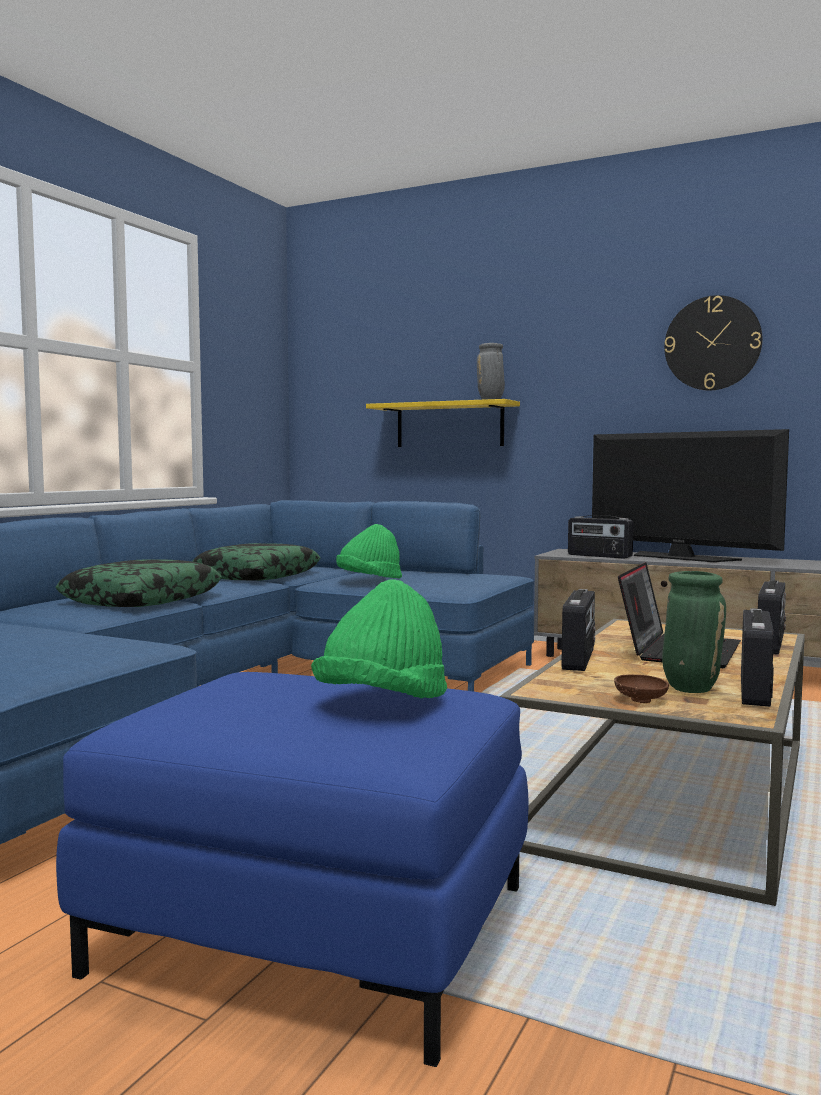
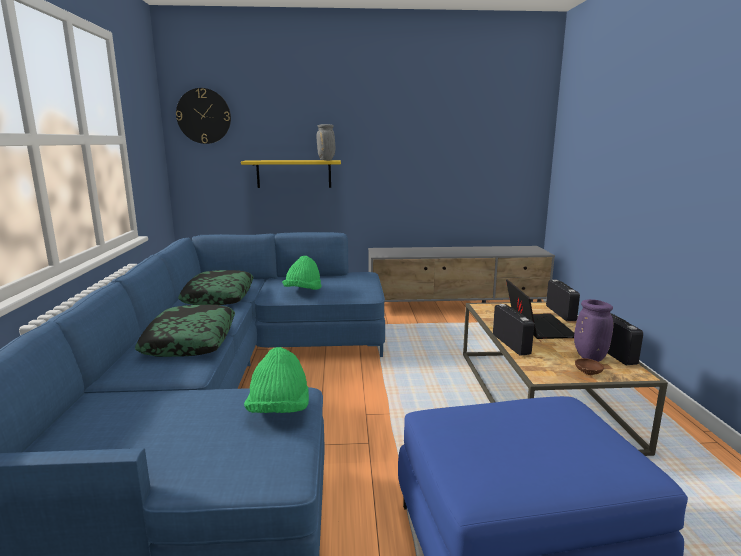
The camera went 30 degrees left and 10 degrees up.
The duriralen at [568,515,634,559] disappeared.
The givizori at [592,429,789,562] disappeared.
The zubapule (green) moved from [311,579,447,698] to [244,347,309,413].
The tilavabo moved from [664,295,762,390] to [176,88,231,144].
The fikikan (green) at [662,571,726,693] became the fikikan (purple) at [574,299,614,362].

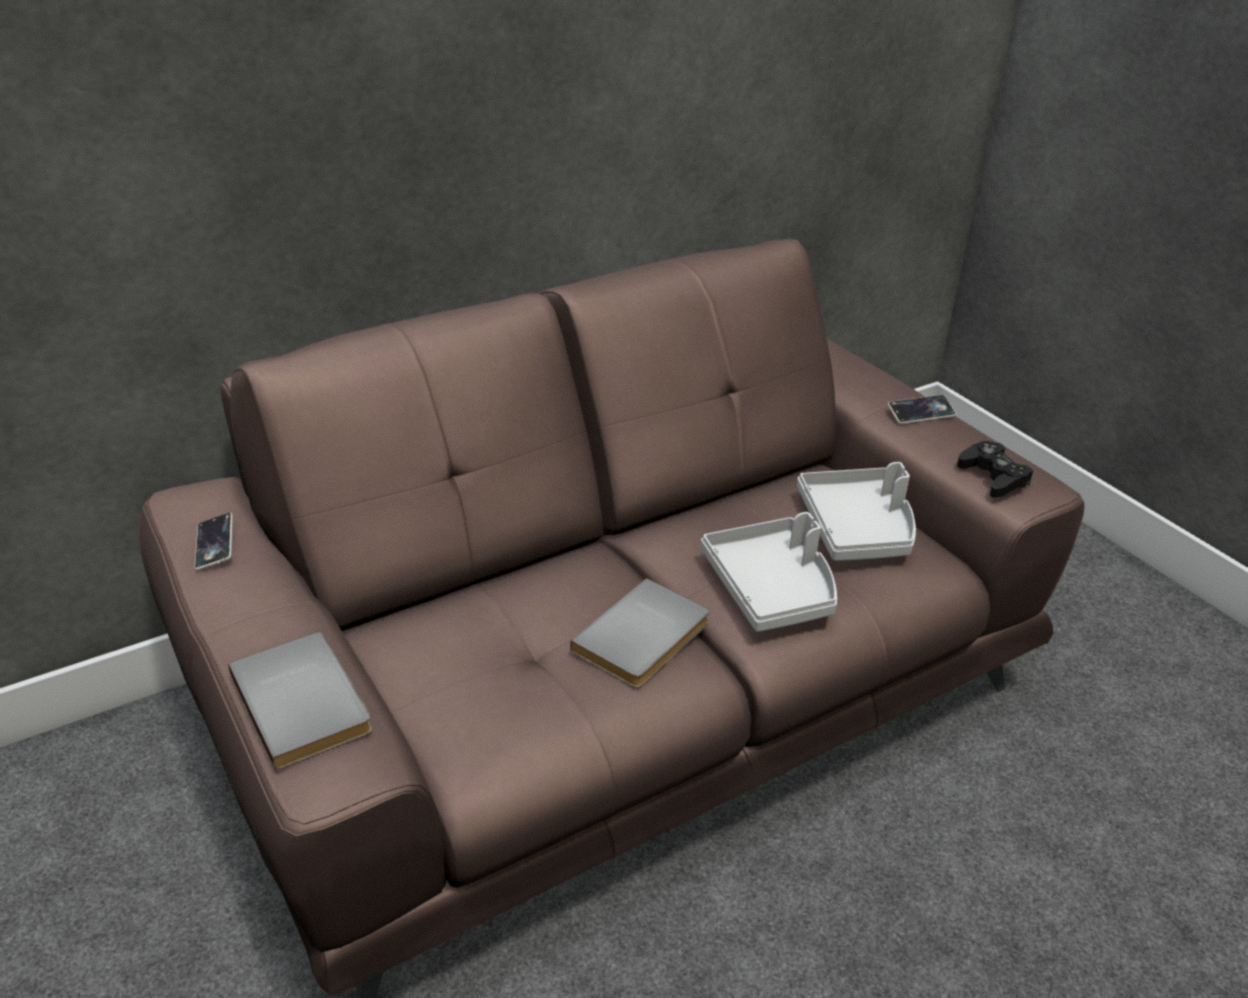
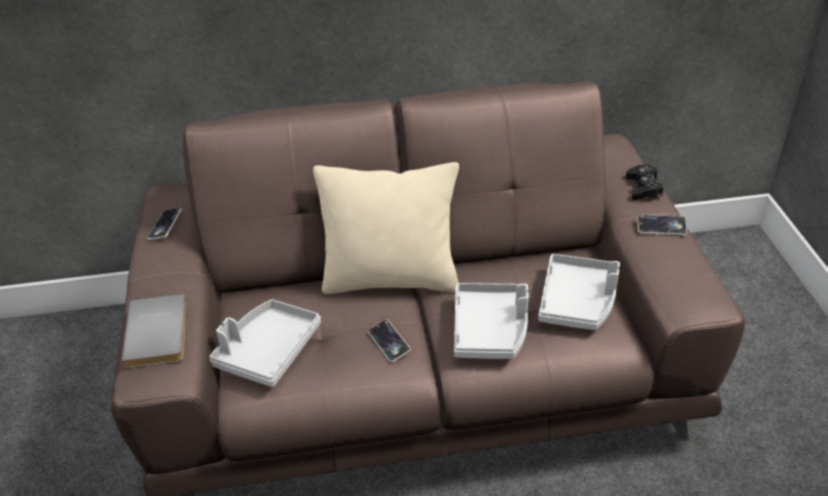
The camera went 25 degrees right and 5 degrees up.
The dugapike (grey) at [210,299,321,387] appeared.
The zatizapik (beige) at [313,162,459,294] appeared.
The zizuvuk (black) moved from [957,441,1033,498] to [626,164,664,200].
The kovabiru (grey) at [570,578,710,688] was replaced by the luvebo at [368,319,411,363].

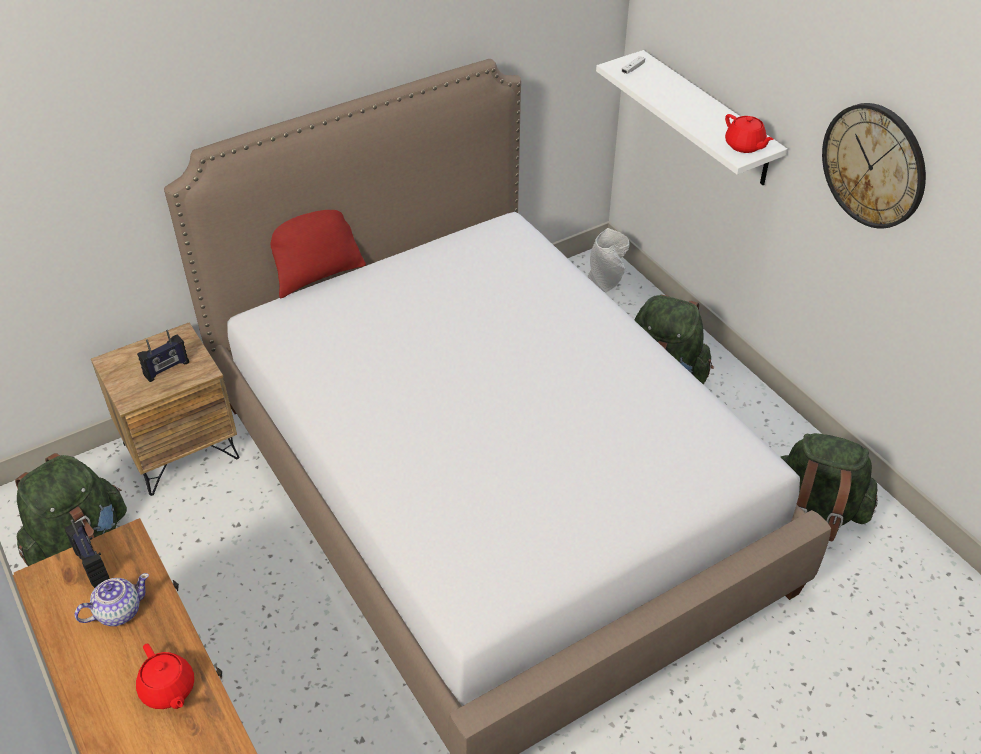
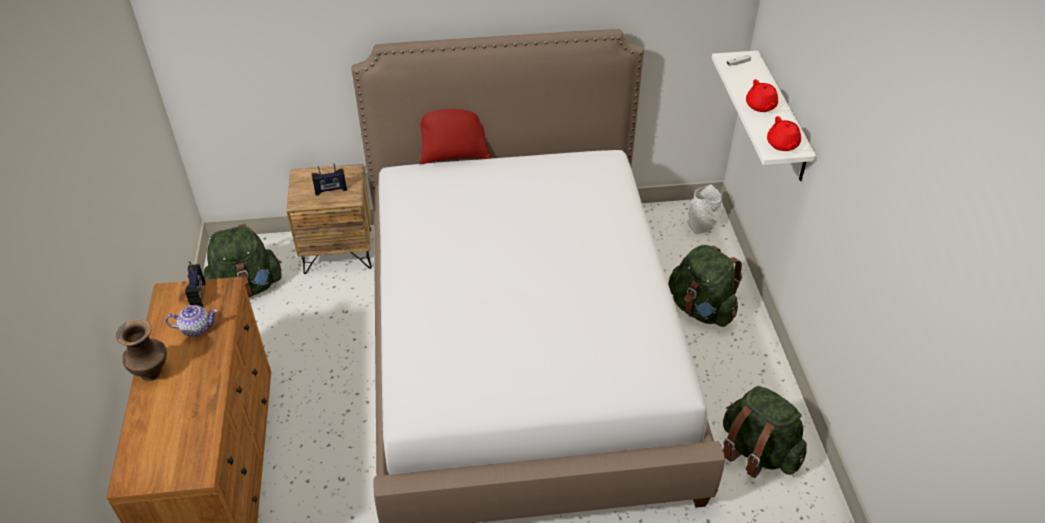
The camera went 25 degrees right and 0 degrees up.
The tilavabo at [822,103,926,228] disappeared.
The fikikan (brown) at [116,319,167,381] appeared.
The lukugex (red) moved from [136,643,194,709] to [746,79,778,112].

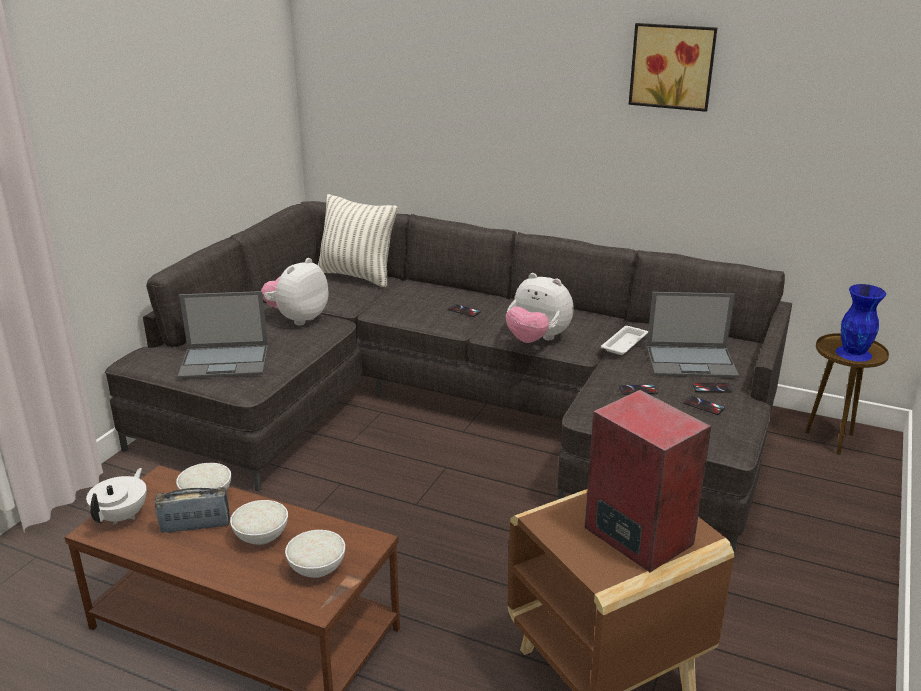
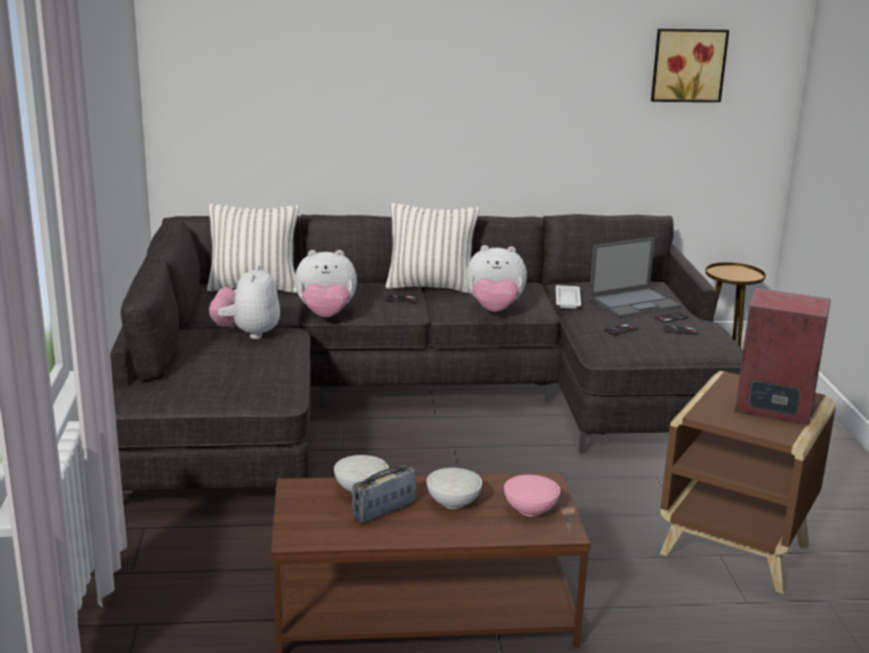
The camera went 30 degrees left and 5 degrees down.
The lukugex (white) at [86,468,147,525] disappeared.
The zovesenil at [178,291,268,379] disappeared.
The fikikan (blue) at [836,284,886,362] disappeared.
The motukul at [295,250,357,317] appeared.
The zatizapik at [386,203,479,294] appeared.
The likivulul moved from [629,23,717,112] to [651,29,729,102].
The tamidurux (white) at [285,530,345,578] became the tamidurux (pink) at [504,475,560,516].

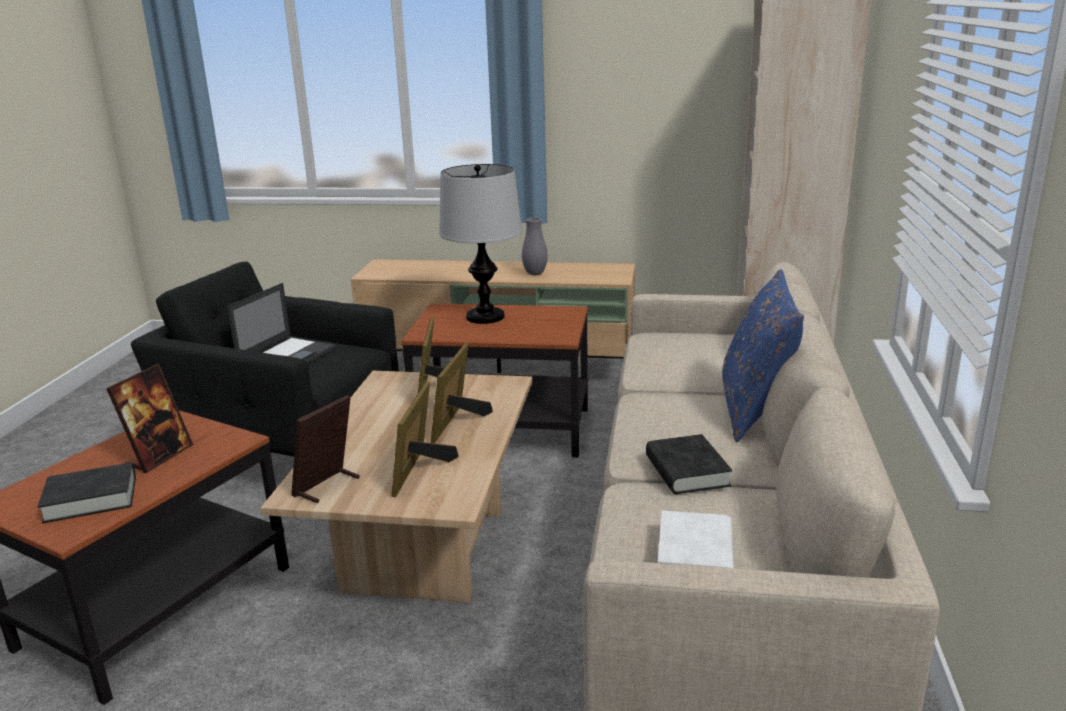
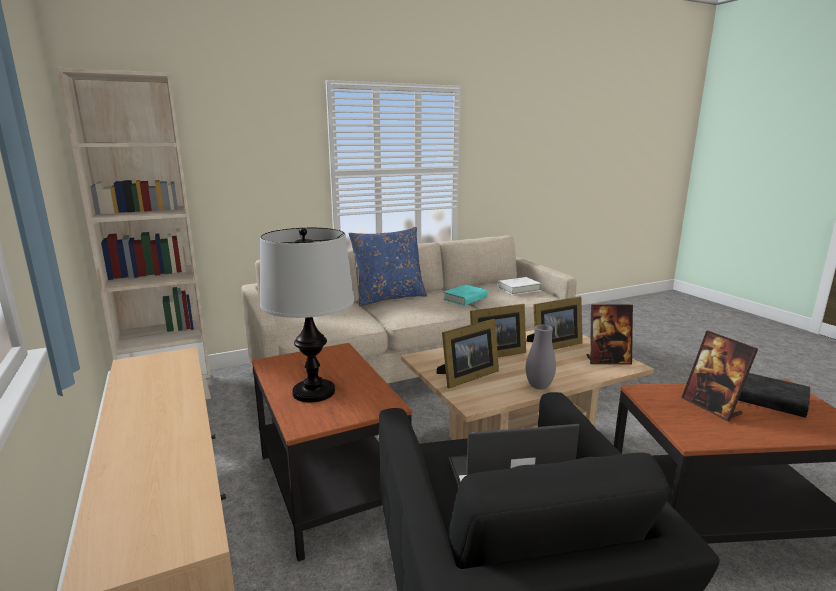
The camera went 125 degrees left and 5 degrees down.
The fikikan (grey) moved from [522,218,548,275] to [526,325,556,390].
The kovabiru (black) at [646,434,732,494] became the kovabiru (turquoise) at [443,285,488,306].
The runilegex at [106,364,193,473] turned 105 degrees counterclockwise.

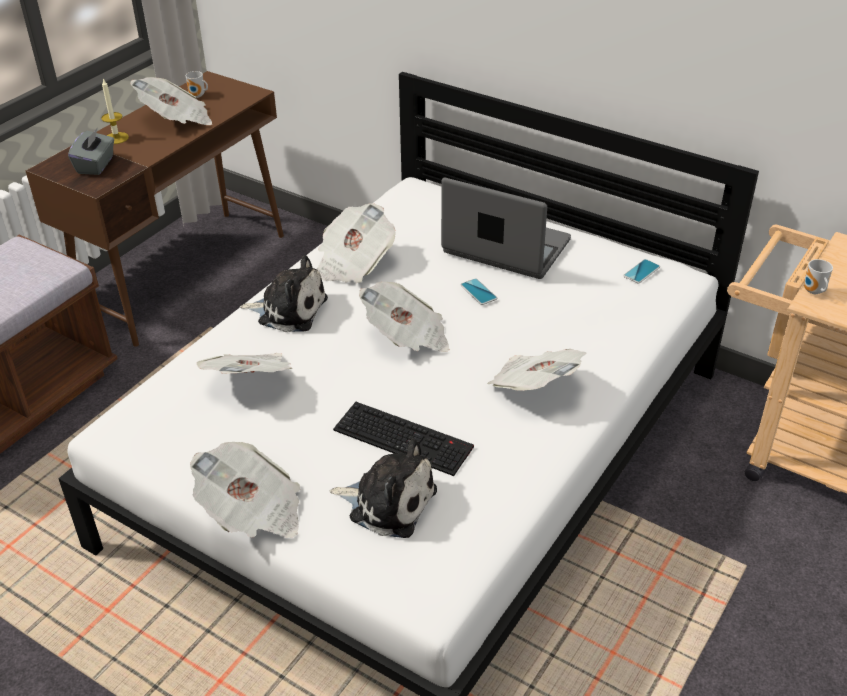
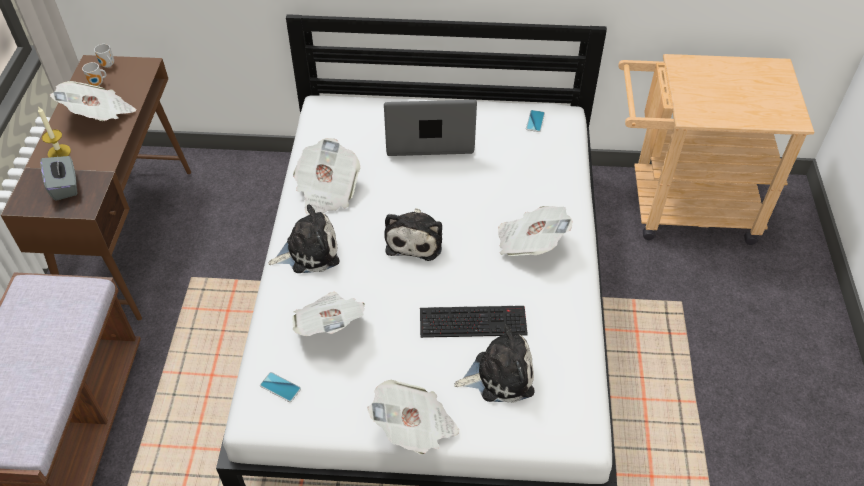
The camera went 30 degrees left and 10 degrees up.
The luvebo moved from [460,278,497,305] to [260,372,301,402].
The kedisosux moved from [804,259,833,294] to [94,44,114,68].
The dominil at [359,282,450,352] was replaced by the motukul at [384,208,442,261].

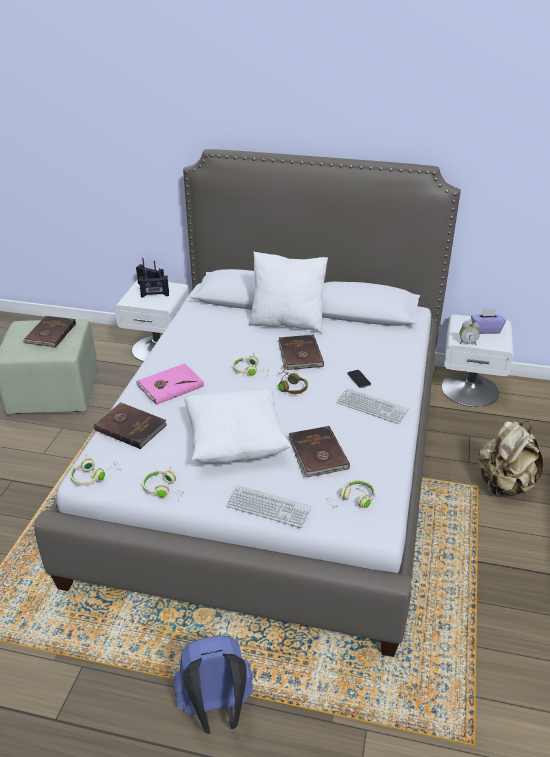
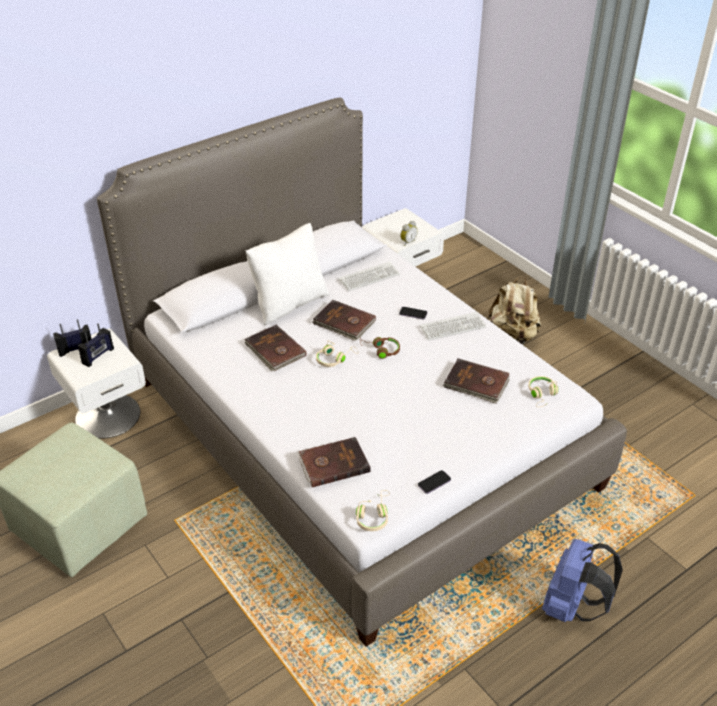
The camera went 50 degrees left and 5 degrees up.
The kovabiru (pink) at [136,363,204,405] disappeared.
The zatizapik (white) at [184,389,291,462] disappeared.
The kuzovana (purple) at [471,308,506,334] disappeared.
The kovabiru (brown) moved from [22,316,76,347] to [244,325,306,371].
The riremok moved from [226,485,312,528] to [338,262,400,291].
The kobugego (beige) at [142,467,183,501] was replaced by the luvebo at [418,470,451,494].

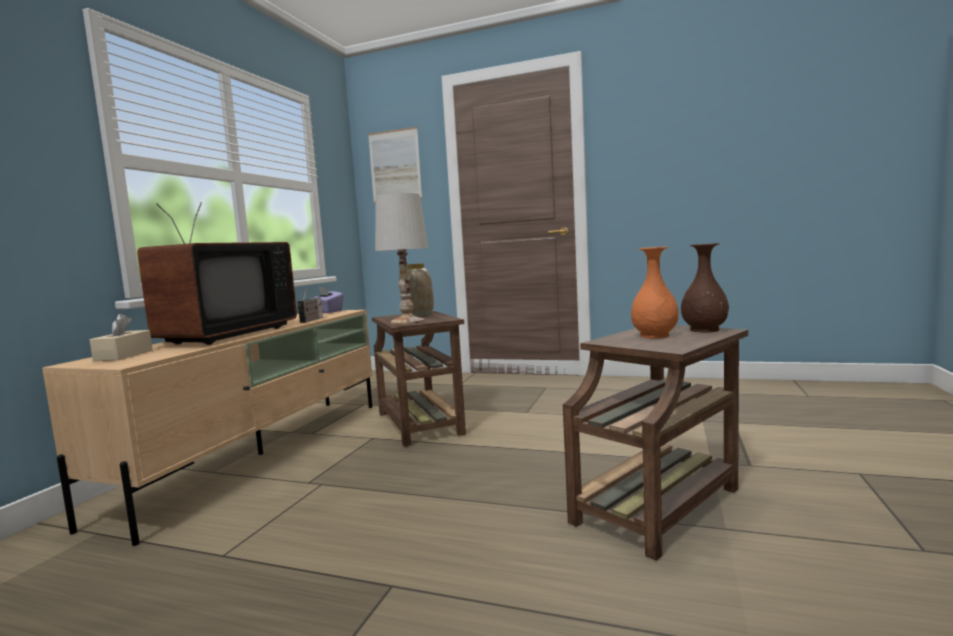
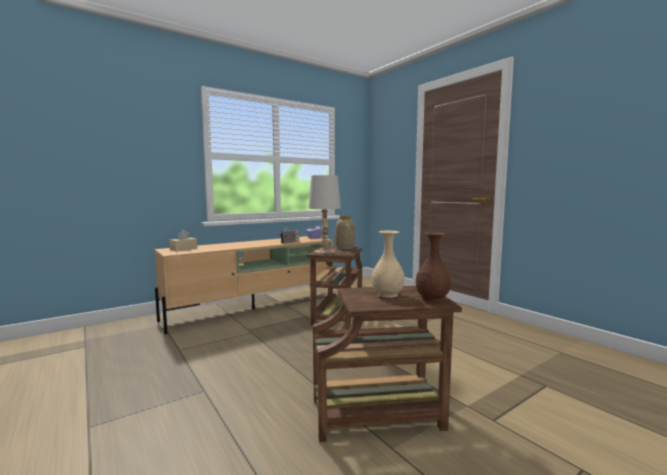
The camera went 35 degrees right and 0 degrees up.
The givizori at [137,202,297,345] disappeared.
The likivulul at [368,127,423,203] disappeared.
The fikikan (orange) at [631,247,679,339] became the fikikan (beige) at [372,231,405,298].

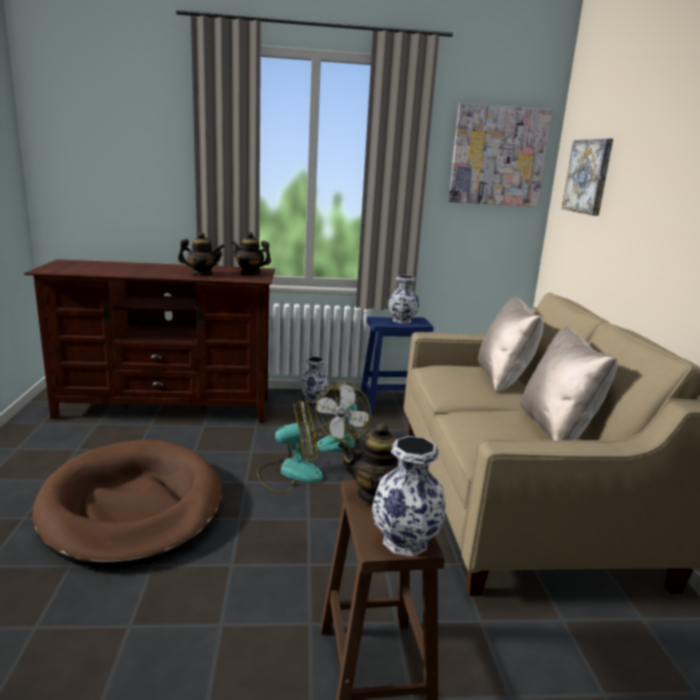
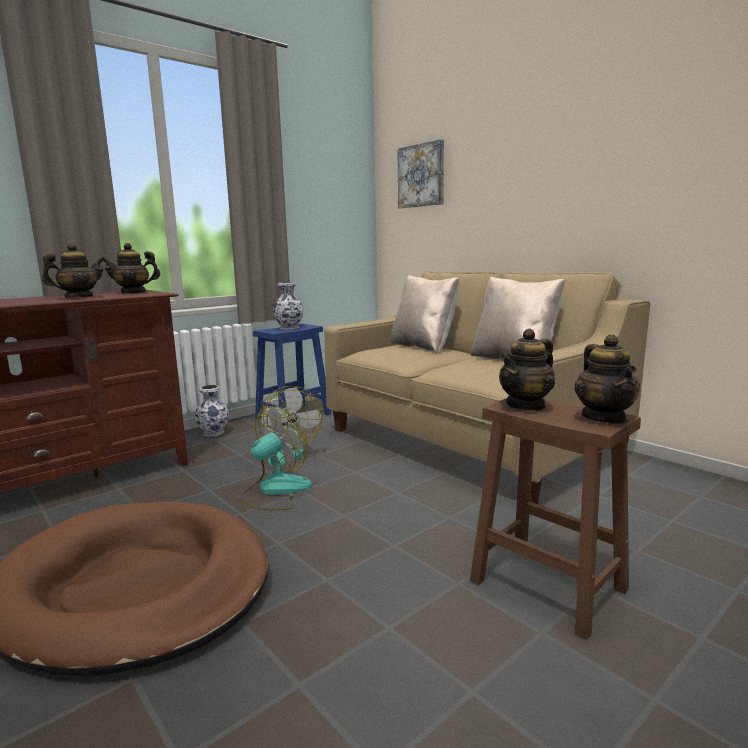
The camera went 35 degrees left and 5 degrees down.
The likivulul at [448,103,552,207] disappeared.
The fikikan at [372,436,445,557] was replaced by the lukugex at [574,334,640,424].

